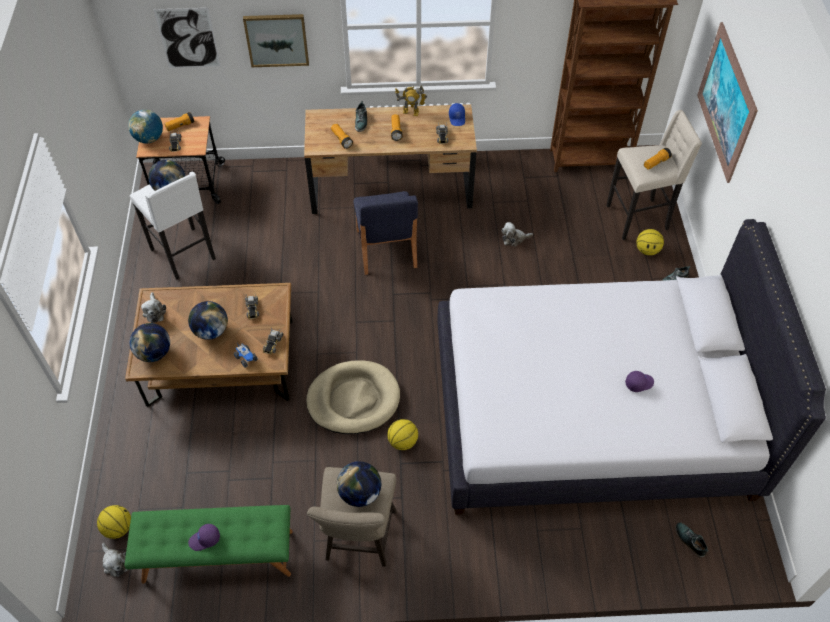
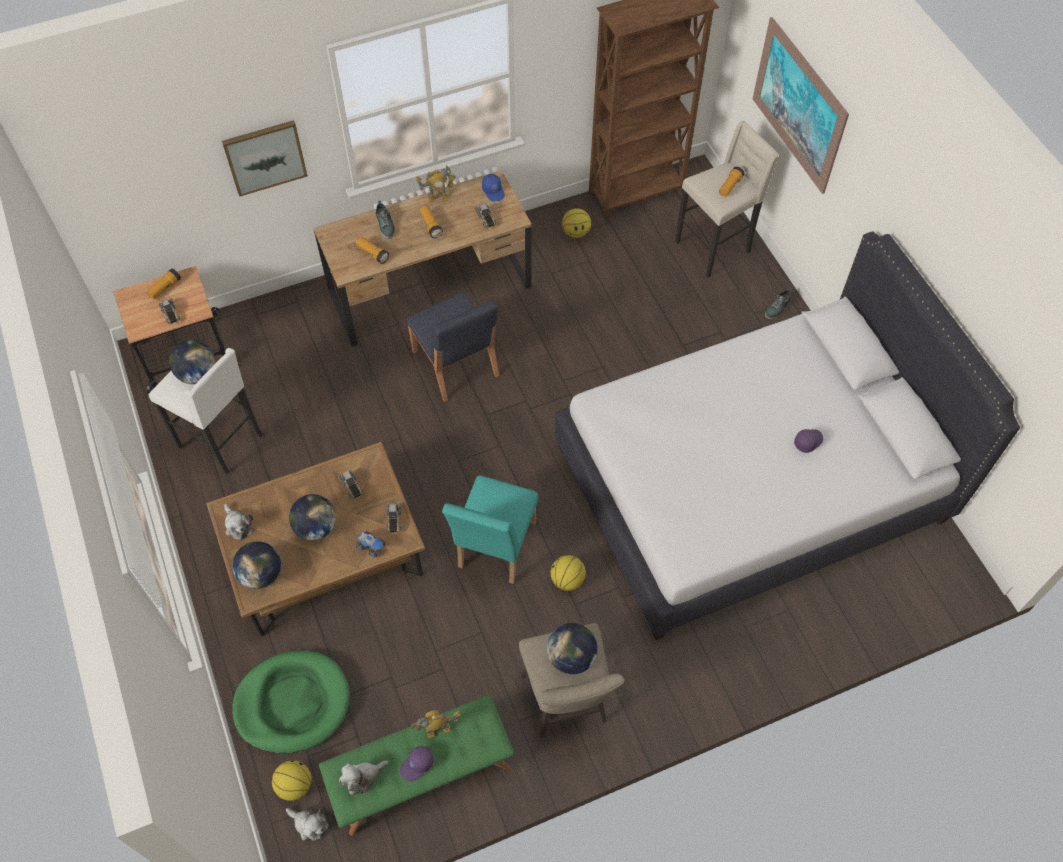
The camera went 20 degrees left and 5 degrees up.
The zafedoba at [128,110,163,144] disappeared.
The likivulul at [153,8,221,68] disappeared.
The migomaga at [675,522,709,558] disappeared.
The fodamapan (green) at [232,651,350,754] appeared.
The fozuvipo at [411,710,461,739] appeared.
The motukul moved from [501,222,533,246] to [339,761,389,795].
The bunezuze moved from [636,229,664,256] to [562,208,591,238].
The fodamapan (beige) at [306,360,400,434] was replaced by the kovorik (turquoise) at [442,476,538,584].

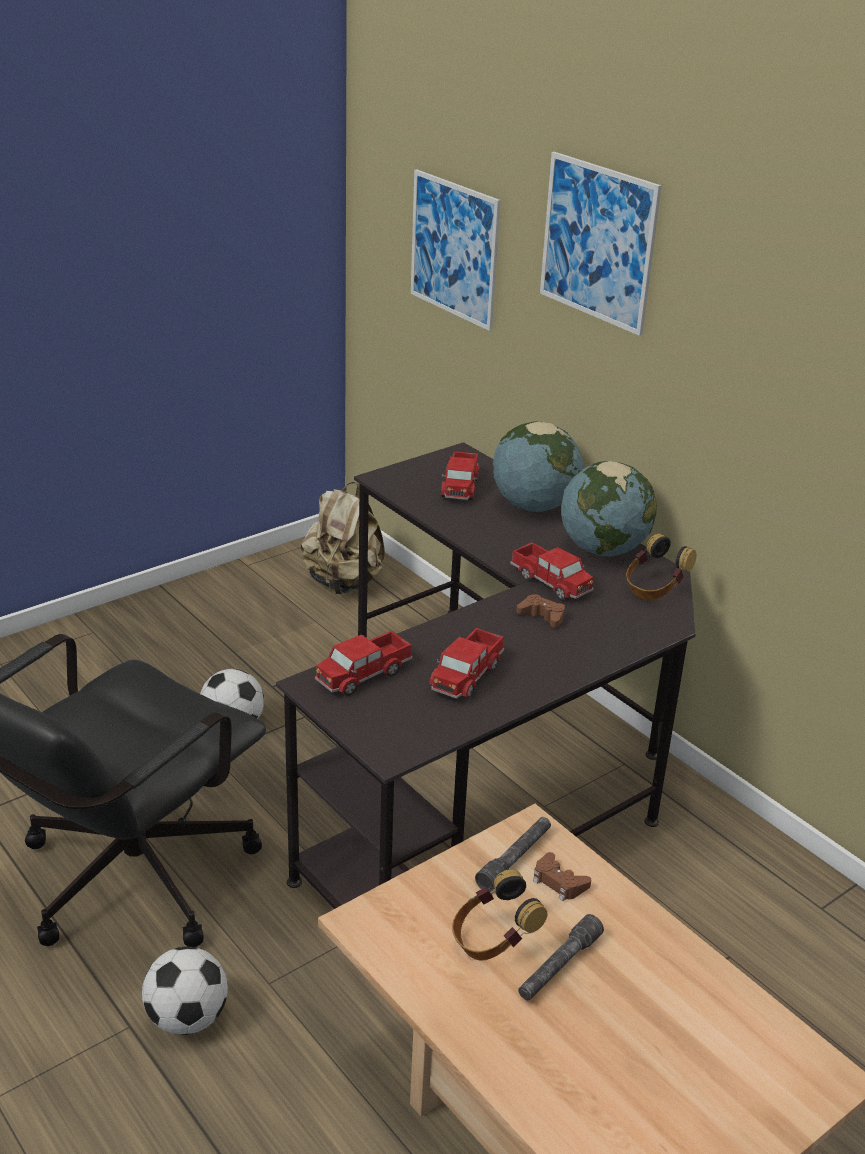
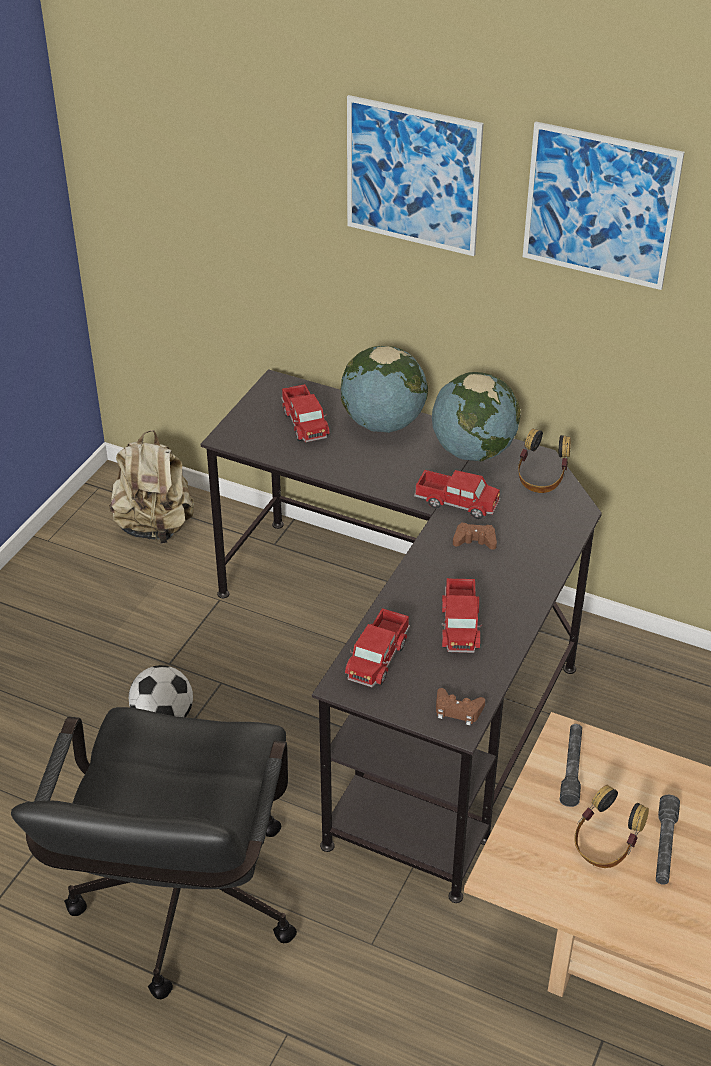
The camera went 25 degrees left and 10 degrees up.
The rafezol at [142,946,228,1035] disappeared.
The likivulul moved from [411,169,501,331] to [523,121,685,290].
The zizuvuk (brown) moved from [533,852,591,901] to [436,688,485,726].

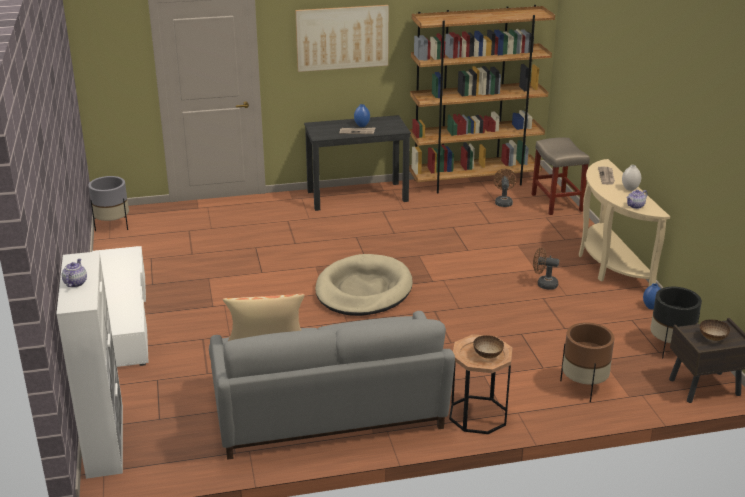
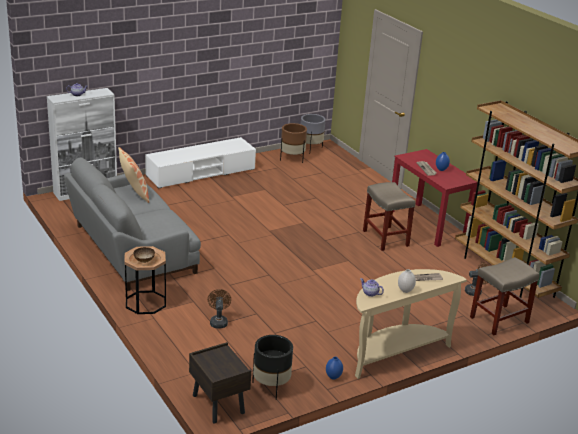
The camera went 70 degrees right and 0 degrees up.
The likivulul at [295,5,389,72] disappeared.
The fodamapan (beige) at [315,254,413,316] disappeared.
The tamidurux at [700,319,730,341] disappeared.
The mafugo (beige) at [363,182,415,251] appeared.
The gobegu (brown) moved from [533,247,559,290] to [208,289,231,328].
The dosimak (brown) moved from [560,322,614,402] to [280,123,307,163].
The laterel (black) at [304,115,411,211] became the laterel (red) at [392,149,478,247].

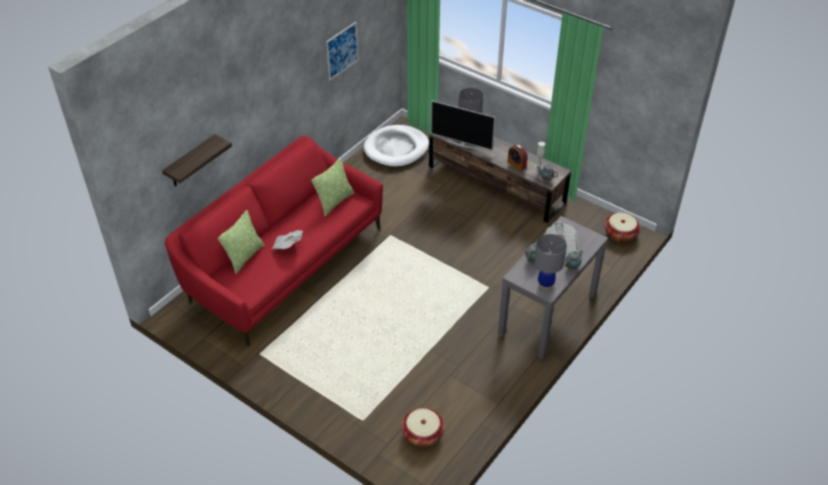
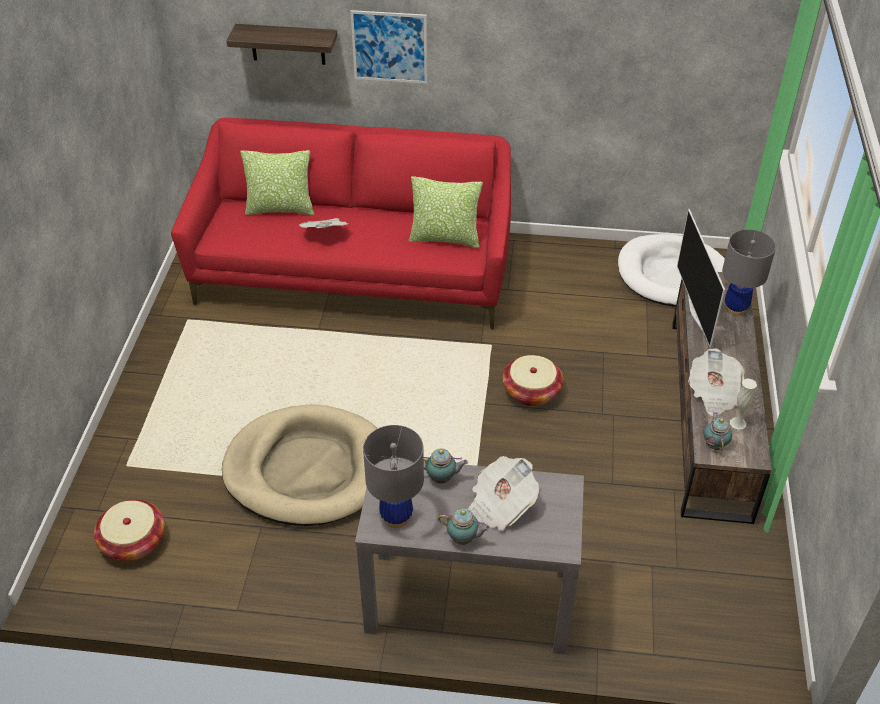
The camera went 60 degrees right and 0 degrees up.
The fodamapan (beige) at [222,404,378,526] appeared.
The likivulul moved from [326,22,359,81] to [350,10,427,84].
The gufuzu moved from [604,213,640,242] to [502,355,563,407].
The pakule at [507,144,528,171] was replaced by the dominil at [688,348,744,416].

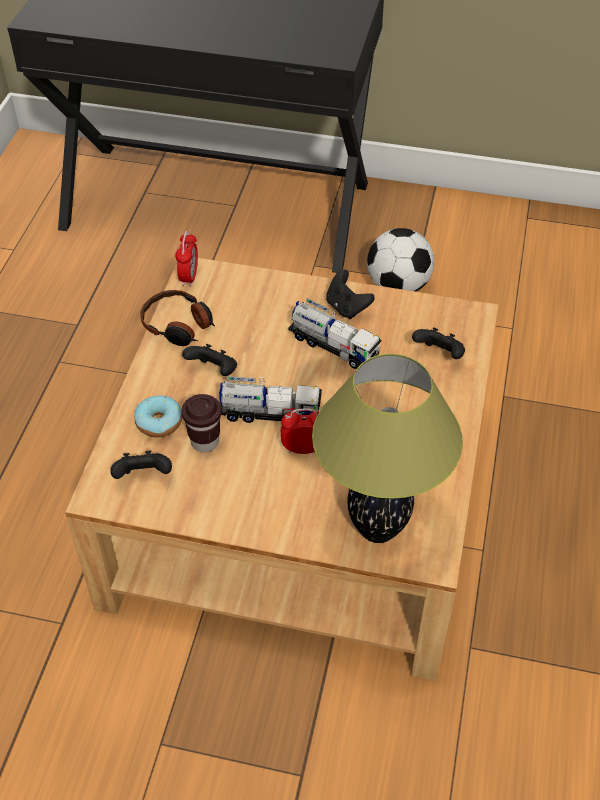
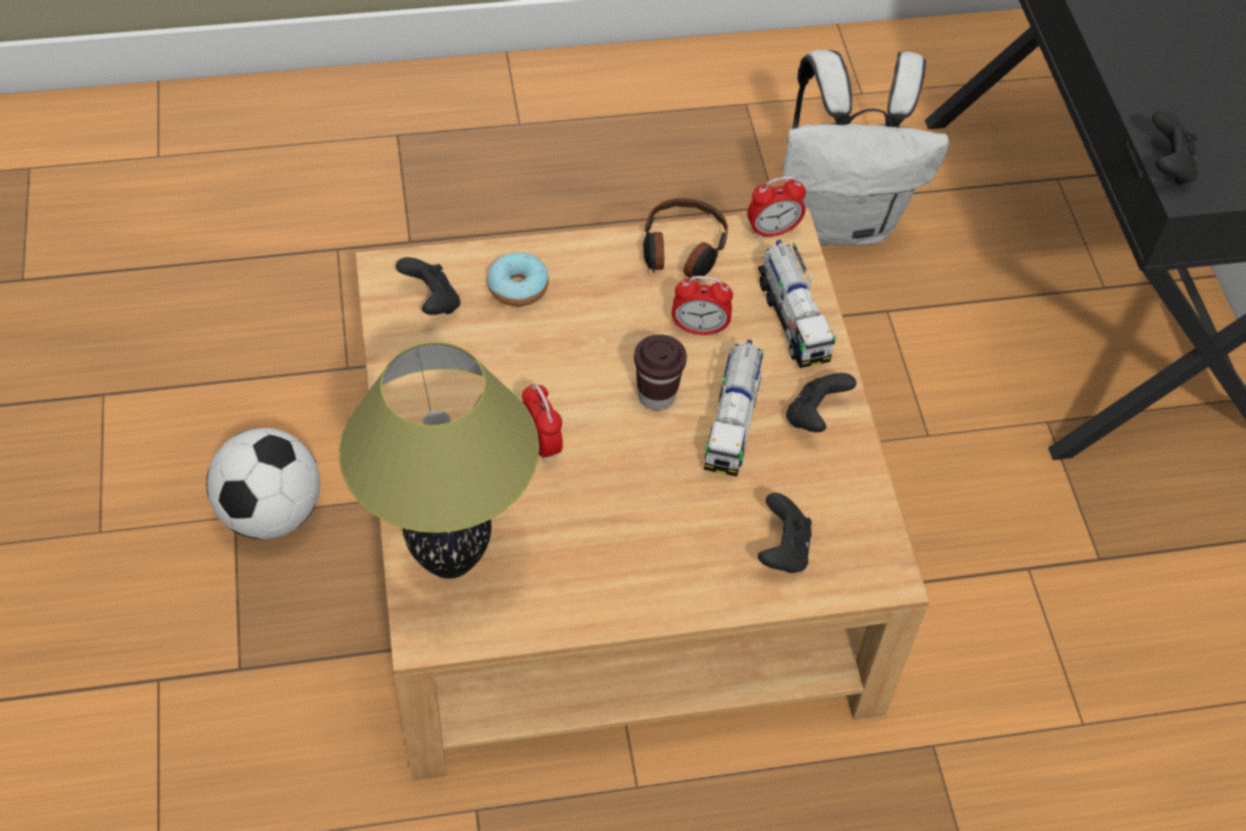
The camera went 65 degrees right and 5 degrees up.
The pakule at [672,276,733,336] appeared.
The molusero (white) at [783,50,949,245] appeared.
The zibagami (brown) moved from [181,394,222,452] to [634,334,687,411].
The zizuvuk (black) moved from [182,344,237,376] to [1152,110,1198,186].
The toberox moved from [219,376,322,423] to [758,240,836,368].
The rafezol moved from [367,228,434,292] to [206,428,320,539].

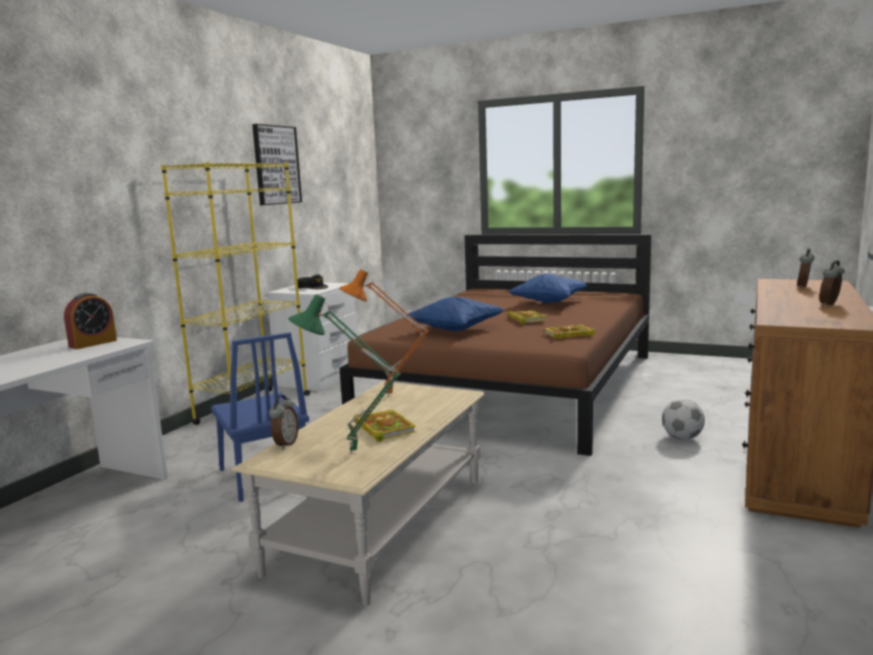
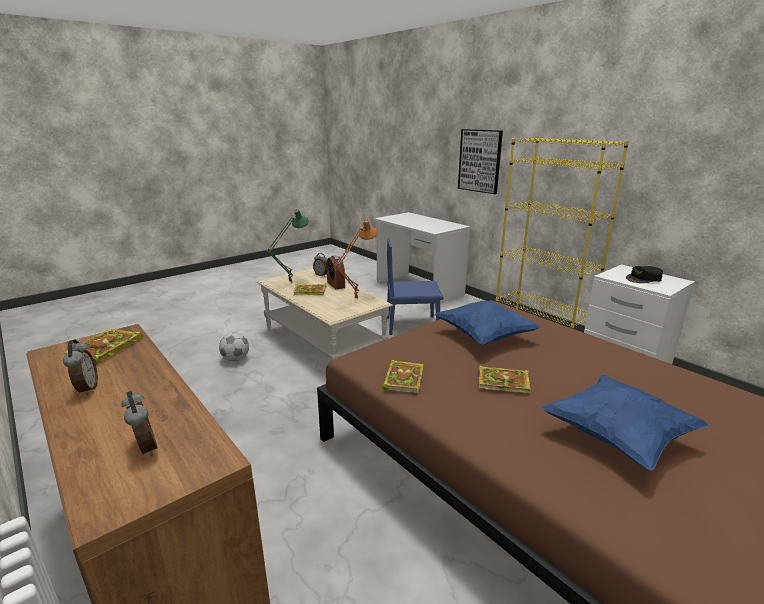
The camera went 115 degrees right and 10 degrees up.
The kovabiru at [64,329,143,364] appeared.
The pakule moved from [64,293,117,349] to [326,255,345,289].
The likivulul moved from [252,124,302,205] to [458,129,503,194].
The rafezol moved from [662,399,705,440] to [219,333,249,361].

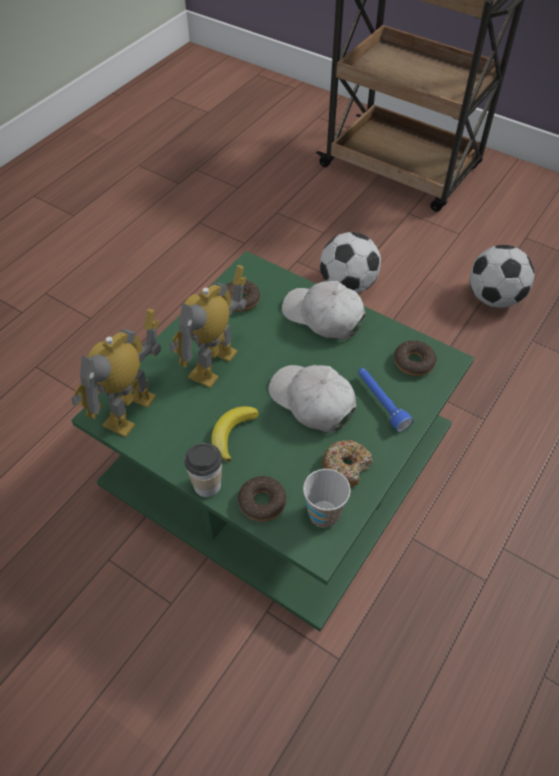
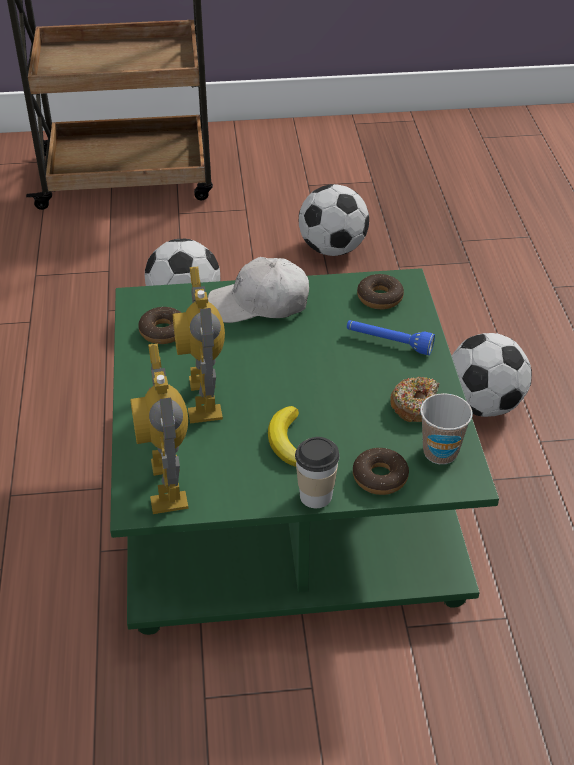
The camera went 40 degrees left and 10 degrees down.
The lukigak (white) at [268,365,356,433] disappeared.
The rafezol at [452,333,532,417] appeared.

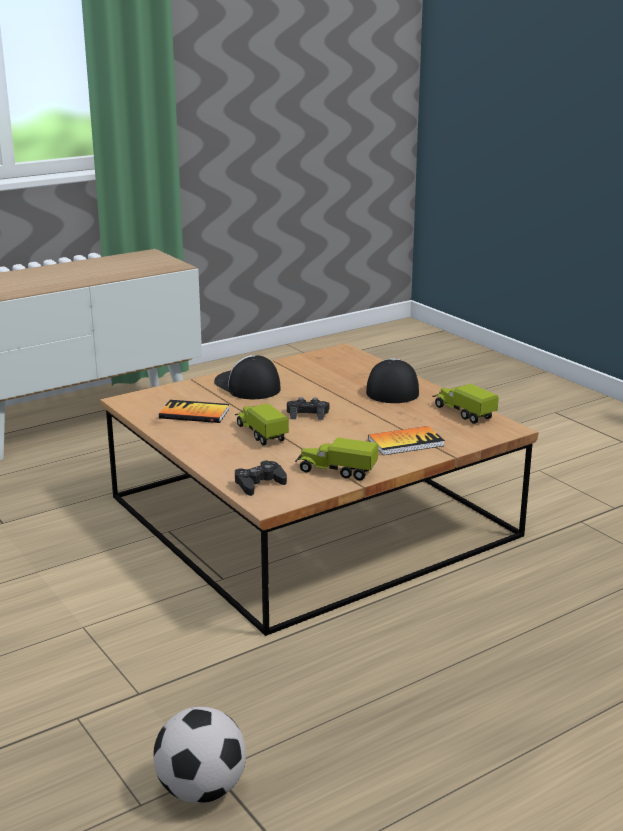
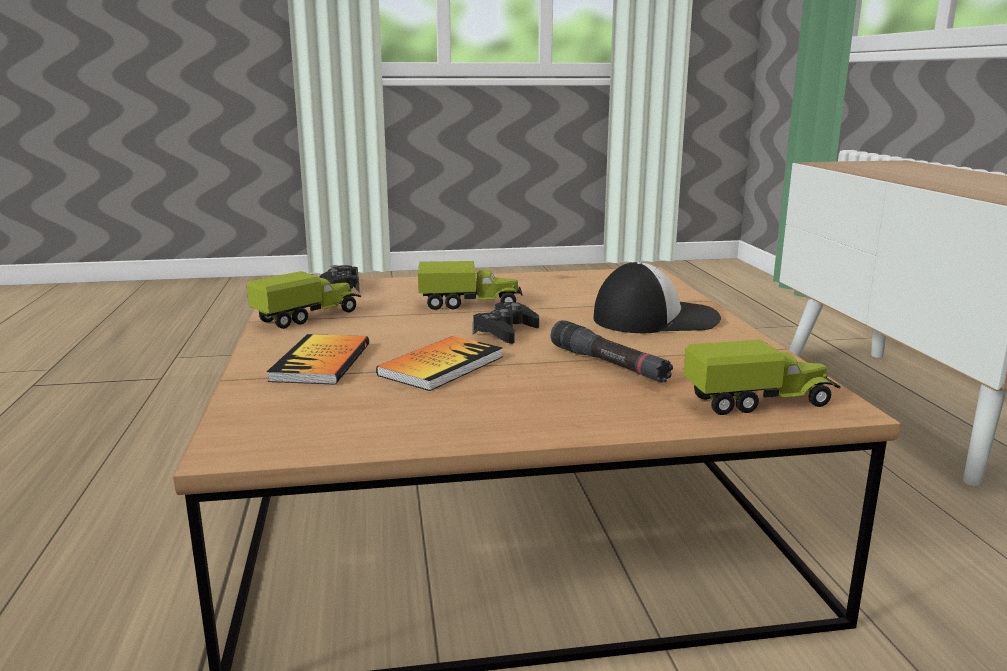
The camera went 115 degrees right and 5 degrees down.
The rafezol at [153,707,246,803] disappeared.
The lukigak at [366,359,419,403] disappeared.
The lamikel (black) at [550,320,673,383] appeared.
The kovabiru moved from [159,400,229,423] to [376,336,503,391].
The toberox moved from [433,384,499,424] to [683,339,840,415].

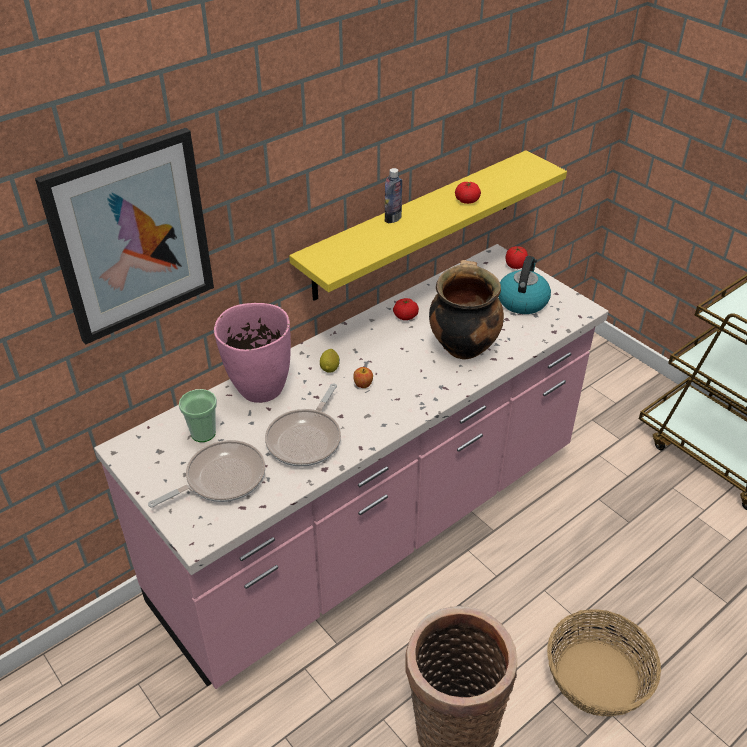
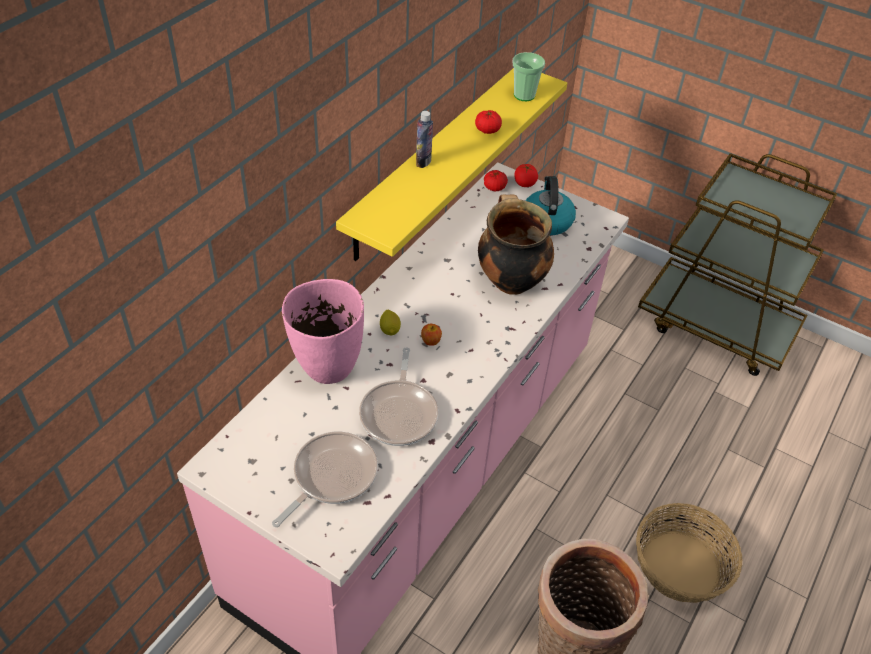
The camera went 20 degrees left and 5 degrees up.
The likivulul at [35,128,214,345] disappeared.
The zibagami moved from [179,389,217,442] to [513,52,545,101].
The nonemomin moved from [393,298,419,320] to [484,170,508,191].

